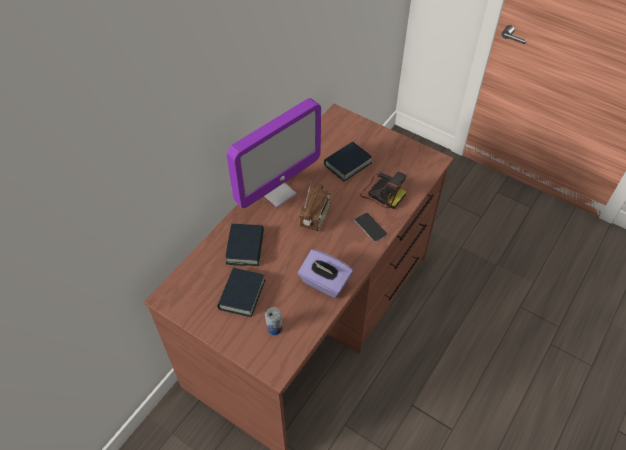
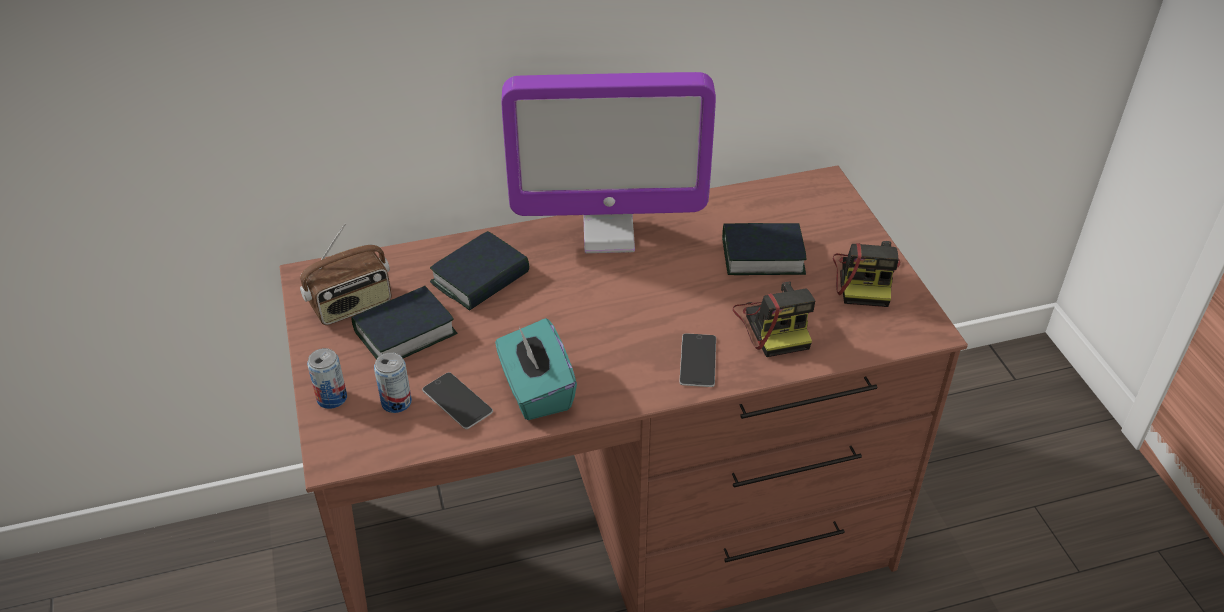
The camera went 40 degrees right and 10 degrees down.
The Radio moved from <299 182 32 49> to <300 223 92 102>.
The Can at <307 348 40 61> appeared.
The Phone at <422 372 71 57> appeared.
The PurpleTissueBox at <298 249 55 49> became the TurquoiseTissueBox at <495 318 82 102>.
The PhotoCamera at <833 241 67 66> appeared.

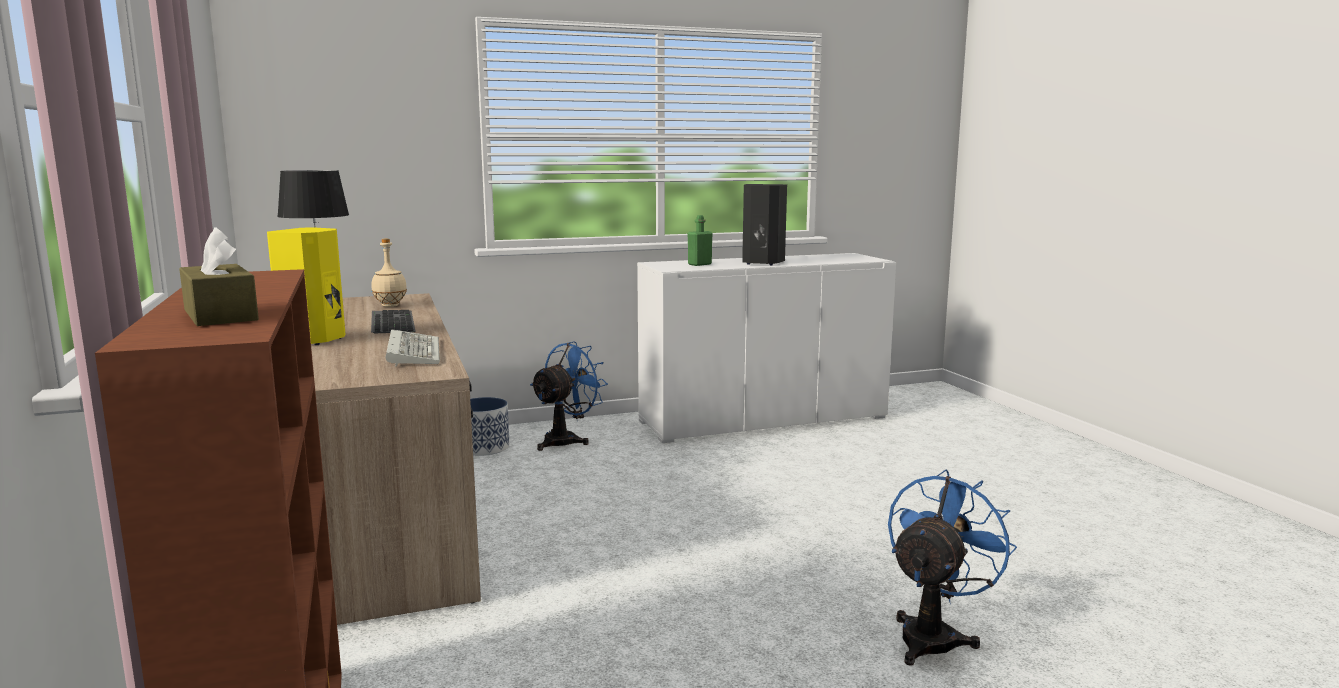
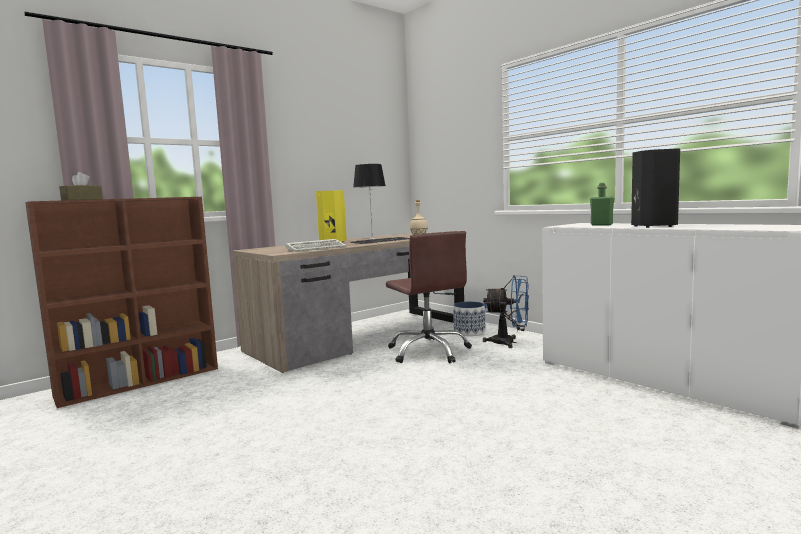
The camera went 70 degrees right and 5 degrees down.
The BrownOfficeChair at <386 231 86 132> appeared.
The BlueFan at <888 470 129 196> disappeared.

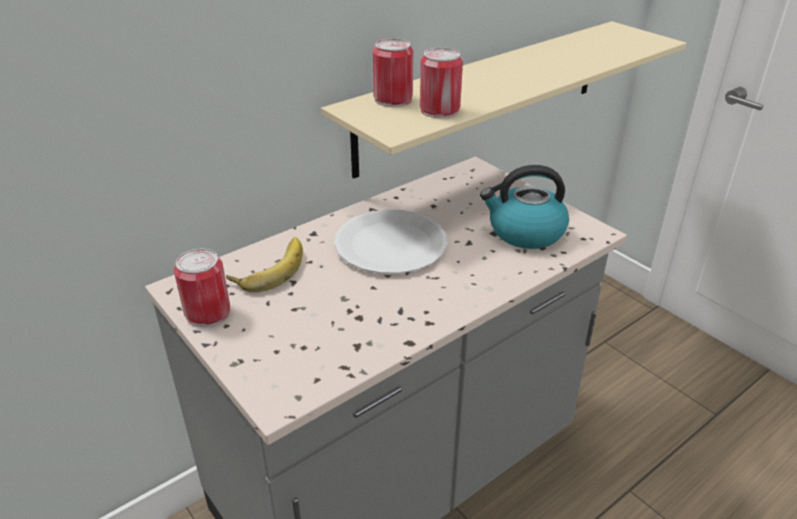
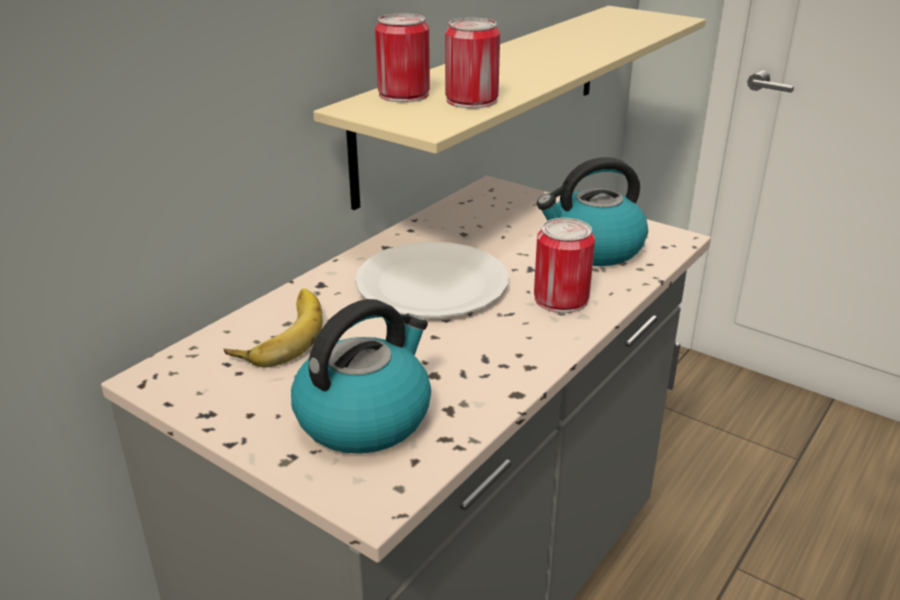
The camera went 15 degrees left and 5 degrees down.
The Kettle at <291 299 140 155> appeared.
The Can moved from <174 249 56 78> to <534 218 61 95>.

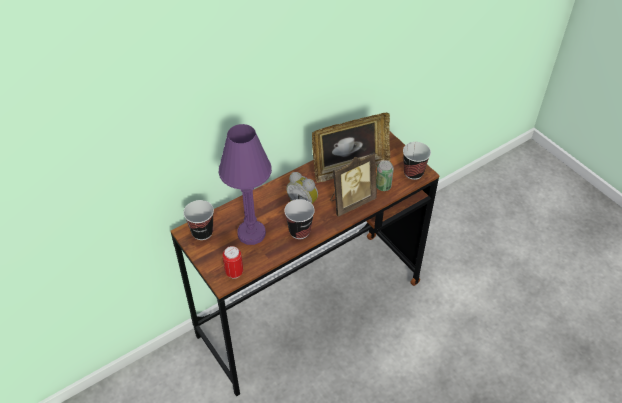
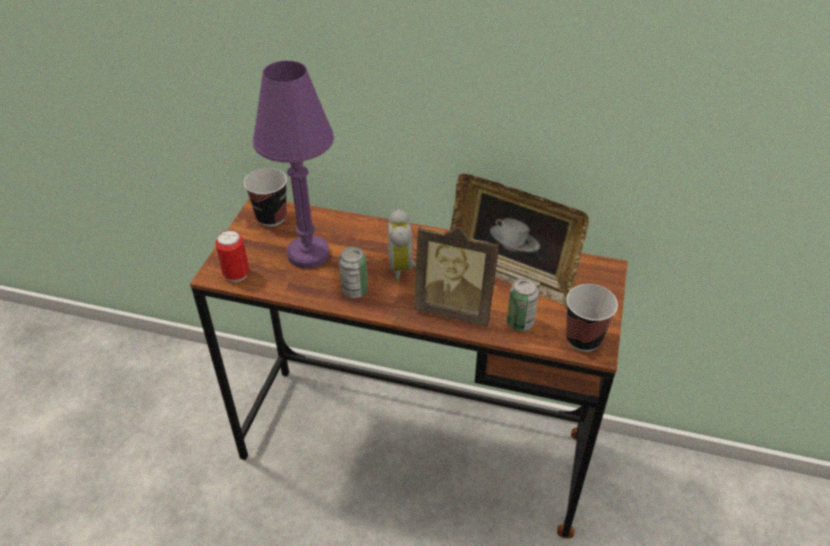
The camera went 50 degrees right and 5 degrees down.
The Cup at <284 199 31 40> was replaced by the Can at <339 246 29 52>.

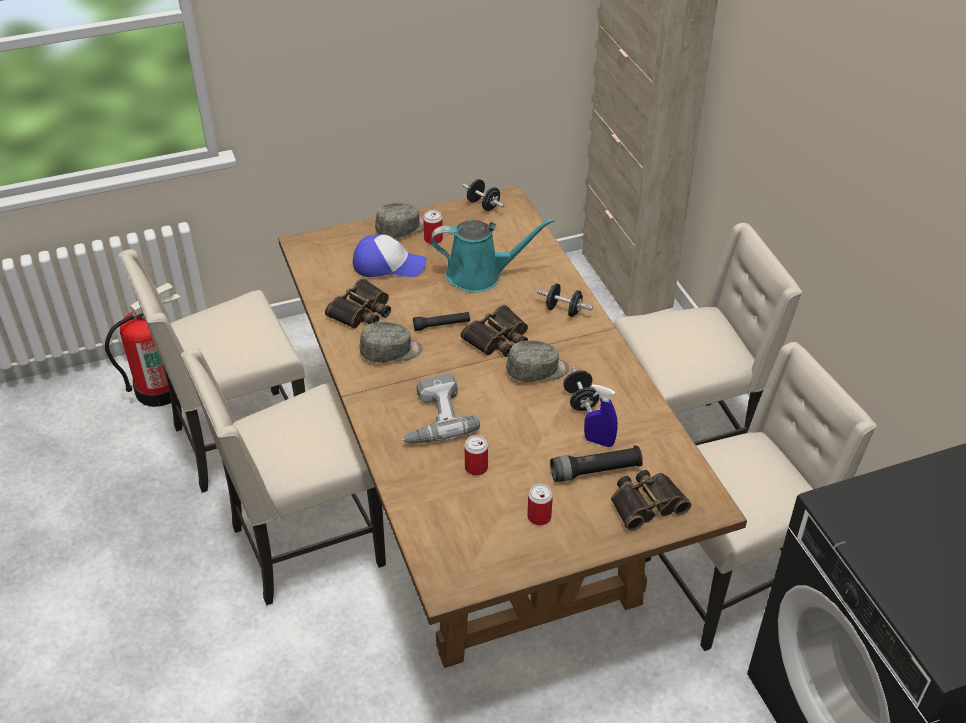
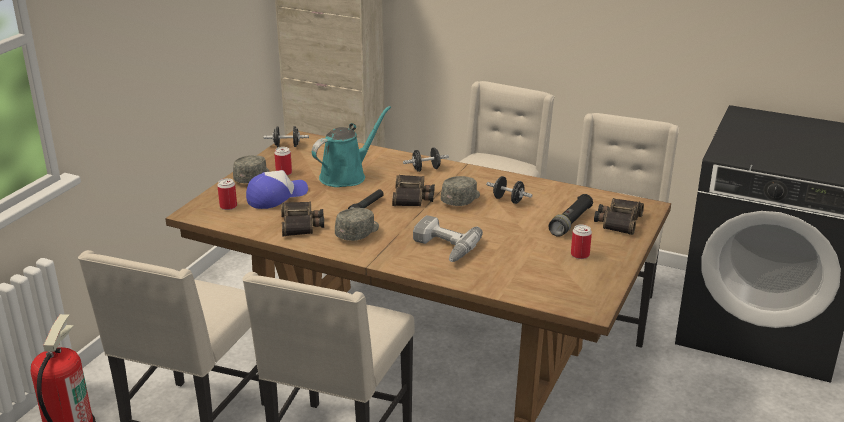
The camera went 45 degrees left and 15 degrees down.
The Can moved from <465 435 23 41> to <217 178 20 32>.
The BlueSprayBottle at <584 384 34 63> disappeared.

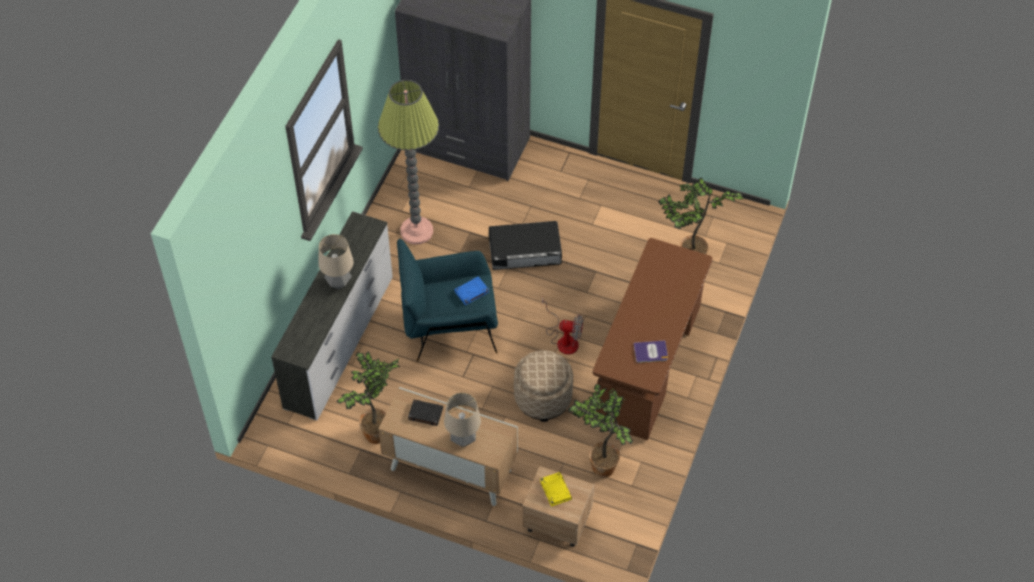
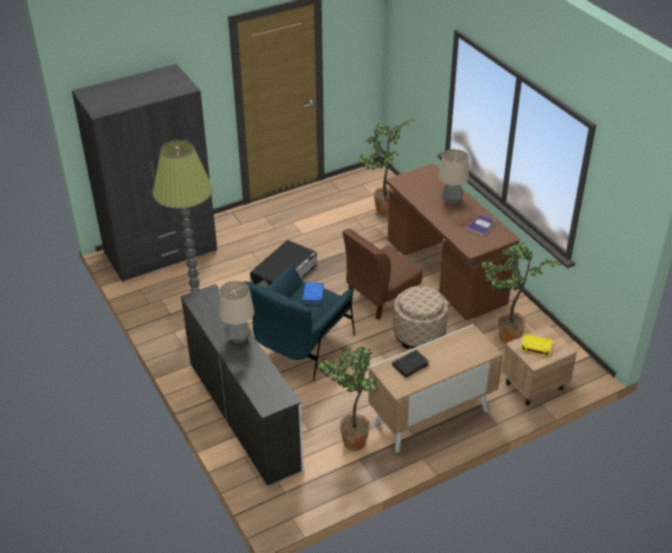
The camera went 50 degrees left and 15 degrees down.
The Fan at <542 298 41 56> was replaced by the BrownChair at <343 229 79 91>.
The TableLamp moved from <444 393 37 54> to <439 149 30 56>.

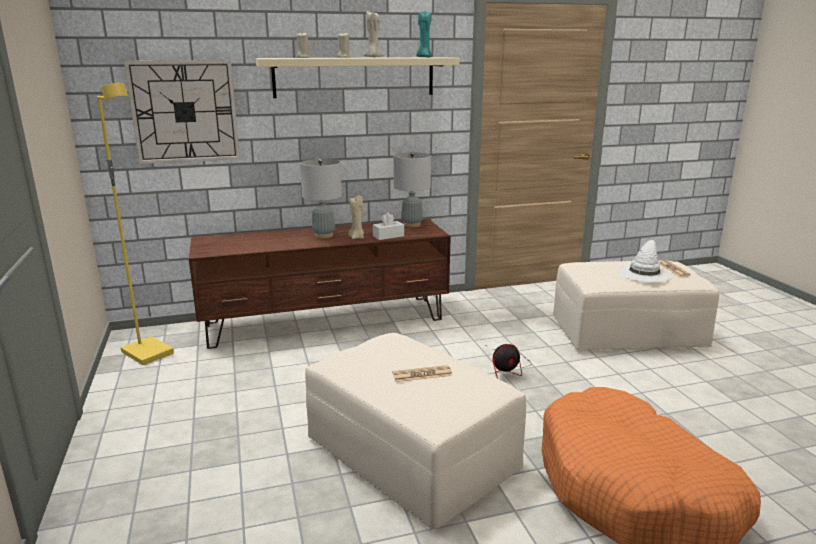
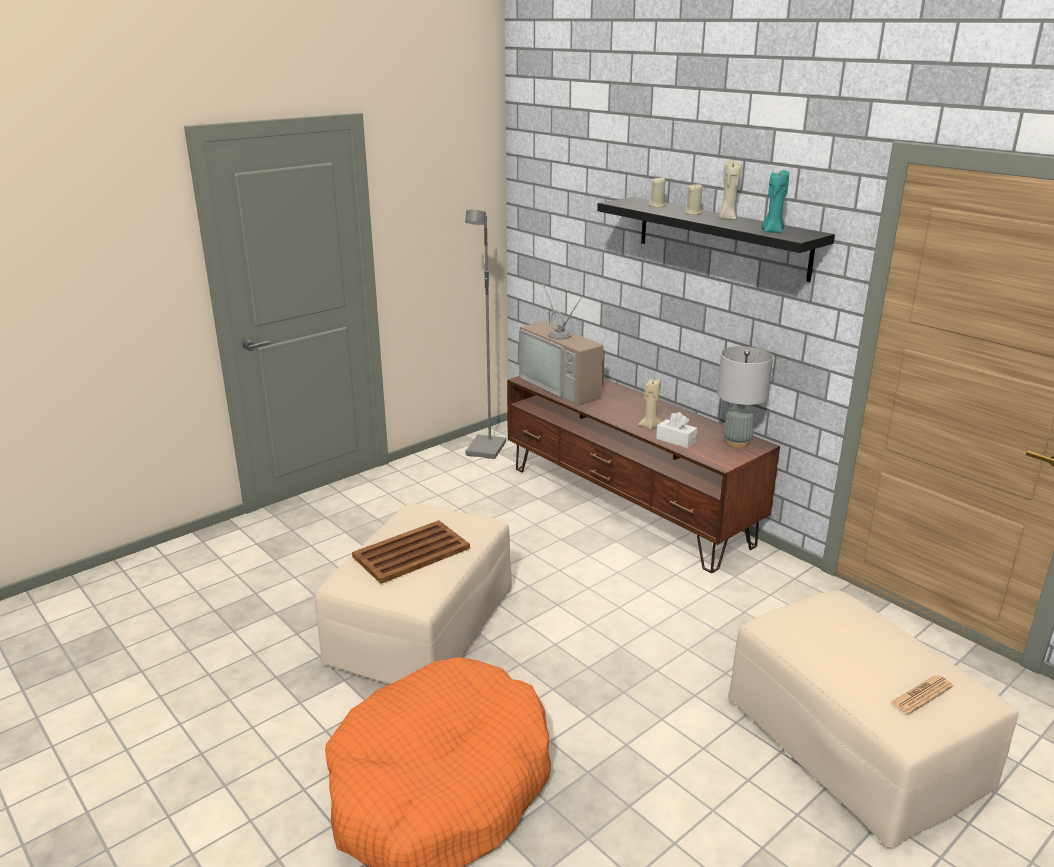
The camera went 65 degrees right and 5 degrees up.
The Newspaper at <392 365 61 17> was replaced by the BrownTray at <352 520 118 64>.
The YellowFloorLamp at <97 83 77 282> became the GreyFloorLamp at <465 210 41 249>.
The Television at <519 284 86 122> appeared.
The BeigeShelf at <256 57 204 41> became the BlackShelf at <597 197 238 85>.
The WallClock at <124 60 116 104> disappeared.
The GreyTableLamp at <300 159 42 79> disappeared.
The Fan at <487 344 44 35> disappeared.
The WhiteHat at <618 240 53 43> disappeared.

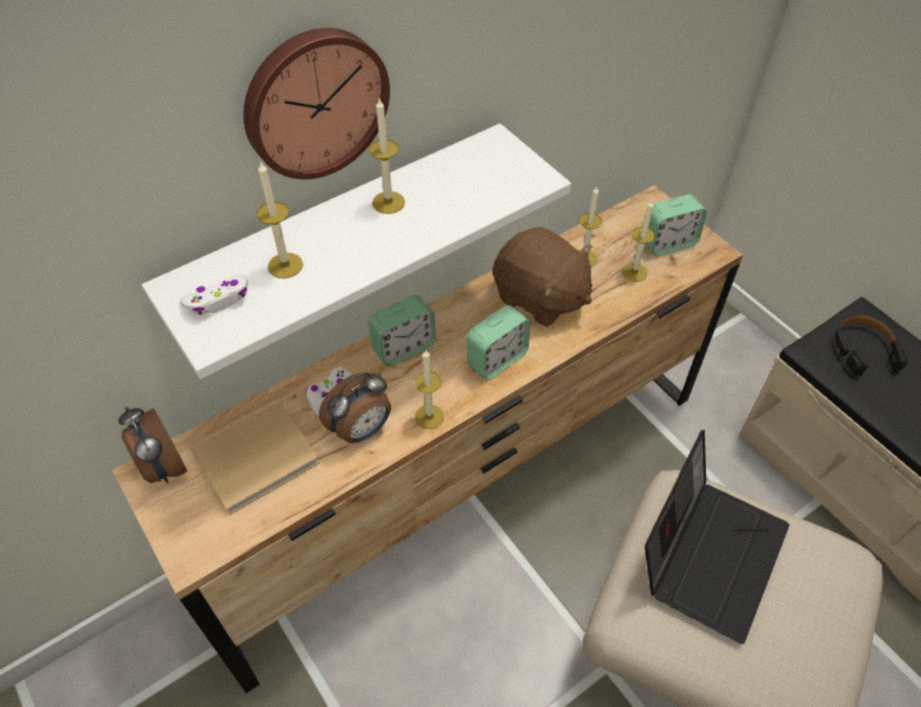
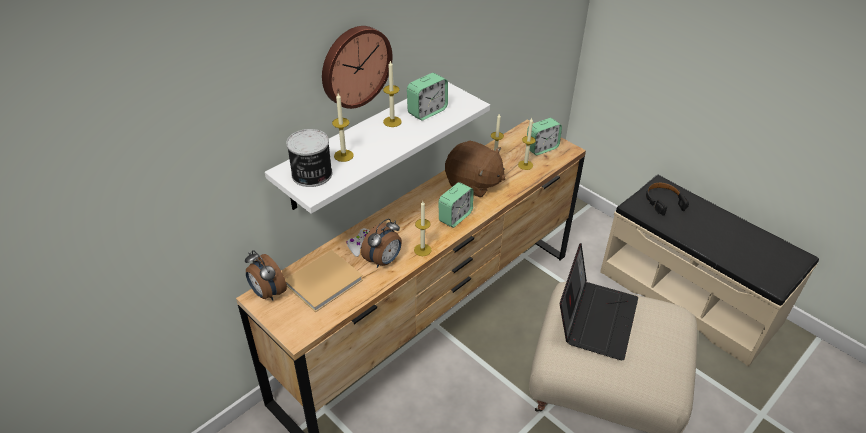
The camera went 10 degrees left and 10 degrees down.
The WhiteGameController at <180 274 68 41> was replaced by the Can at <286 129 46 58>.
The AlarmClock moved from <368 295 68 71> to <407 73 41 48>.

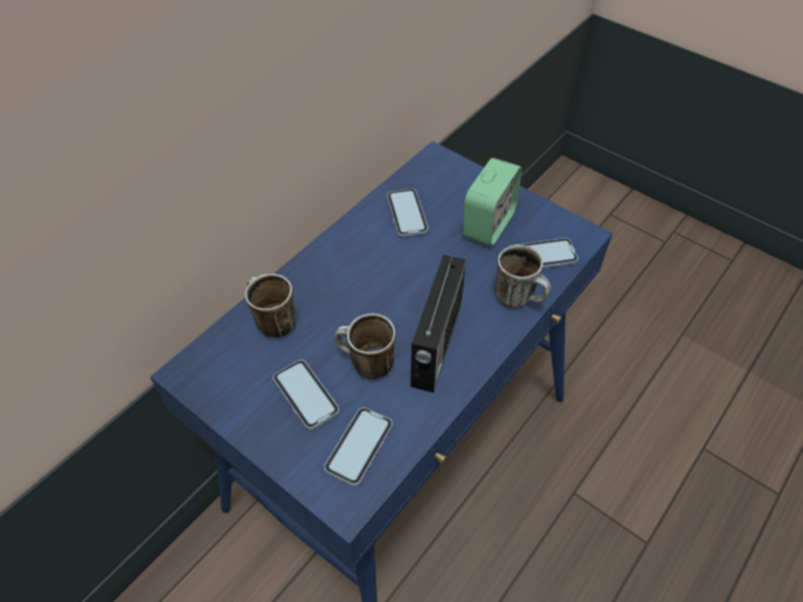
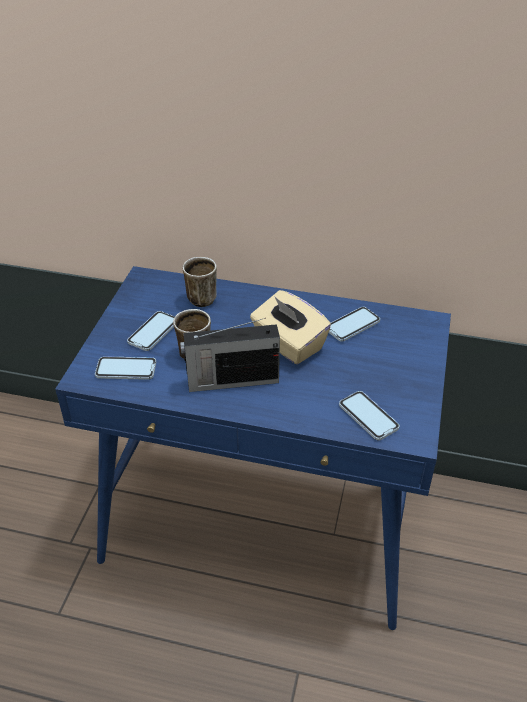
The camera went 65 degrees right and 10 degrees down.
The BeigeTissueBox at <250 290 81 74> appeared.
The AlarmClock at <463 158 59 88> disappeared.
The Mug at <495 245 56 63> disappeared.

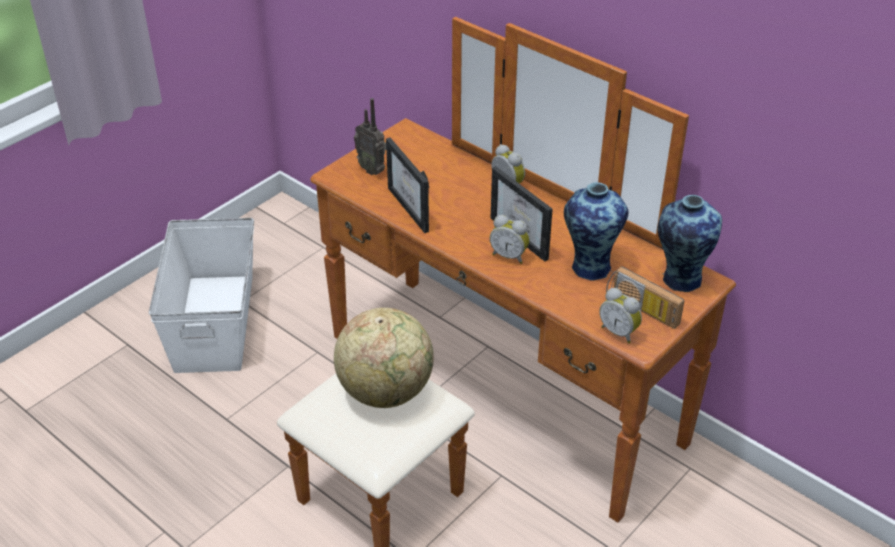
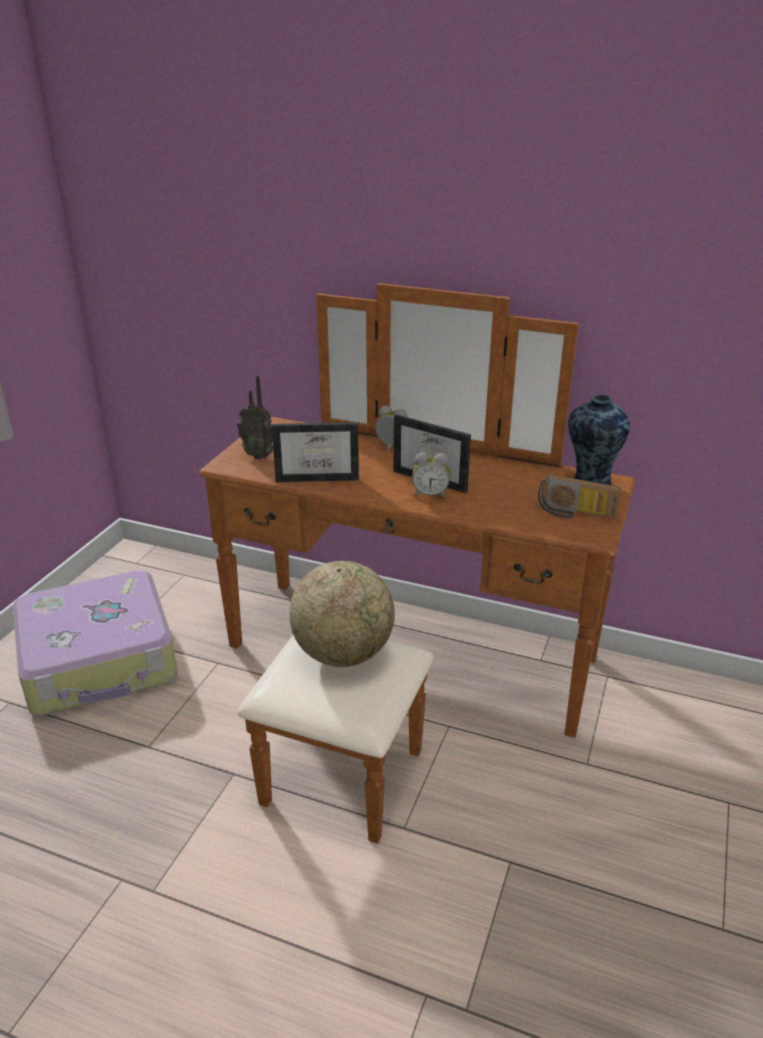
The camera went 20 degrees left and 10 degrees down.
The WhiteStorageBox at <149 218 105 155> was replaced by the Suitcase at <13 571 164 145>.
The PictureFrame at <386 138 43 95> turned 45 degrees counterclockwise.
The Vase at <564 182 64 99> disappeared.
The AlarmClock at <599 288 43 55> disappeared.

